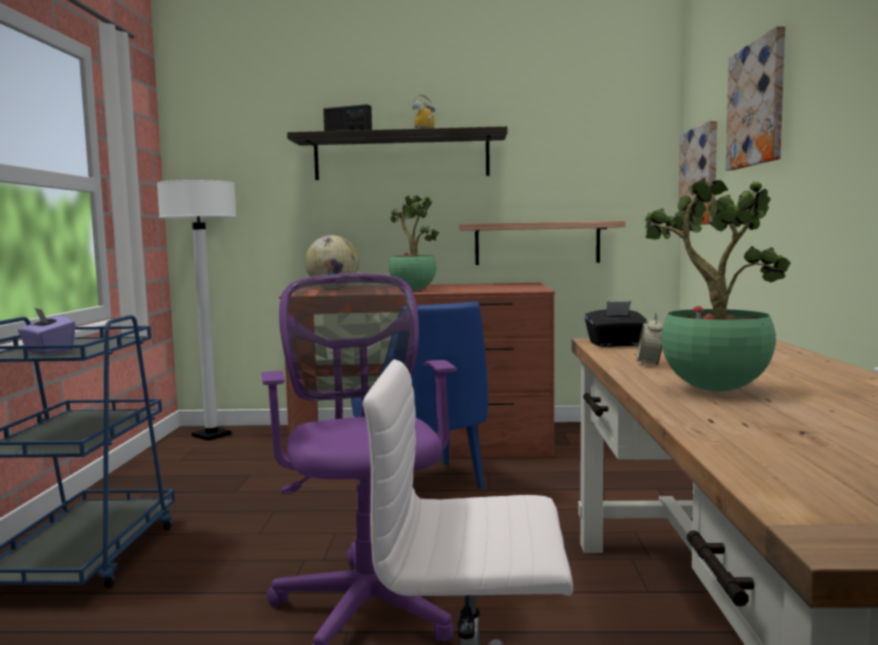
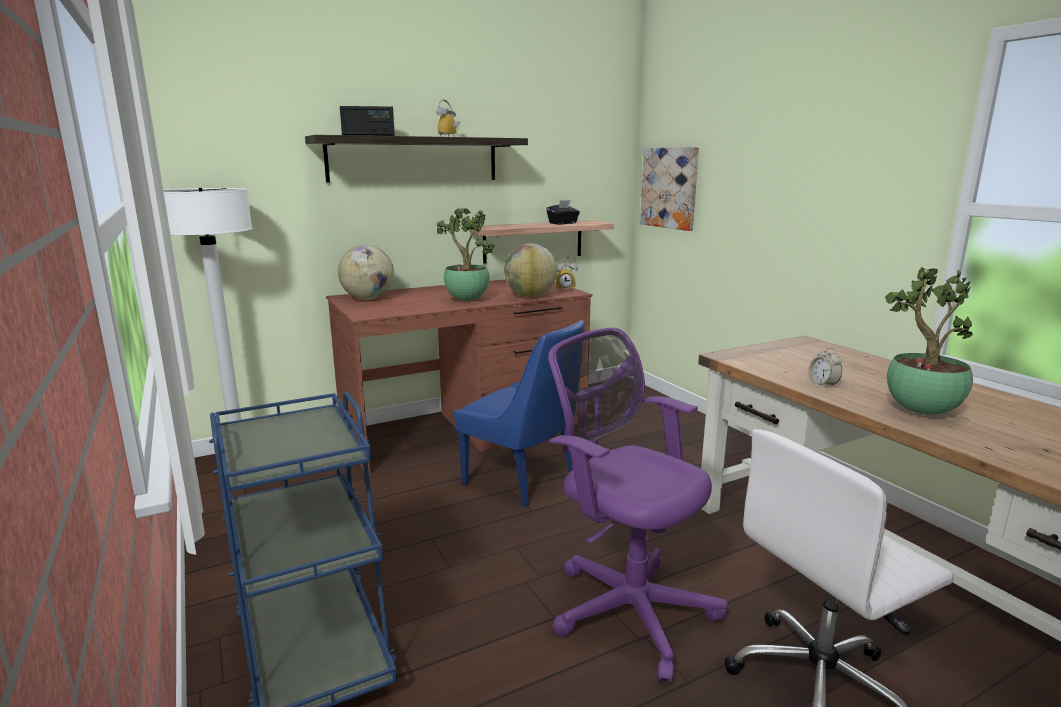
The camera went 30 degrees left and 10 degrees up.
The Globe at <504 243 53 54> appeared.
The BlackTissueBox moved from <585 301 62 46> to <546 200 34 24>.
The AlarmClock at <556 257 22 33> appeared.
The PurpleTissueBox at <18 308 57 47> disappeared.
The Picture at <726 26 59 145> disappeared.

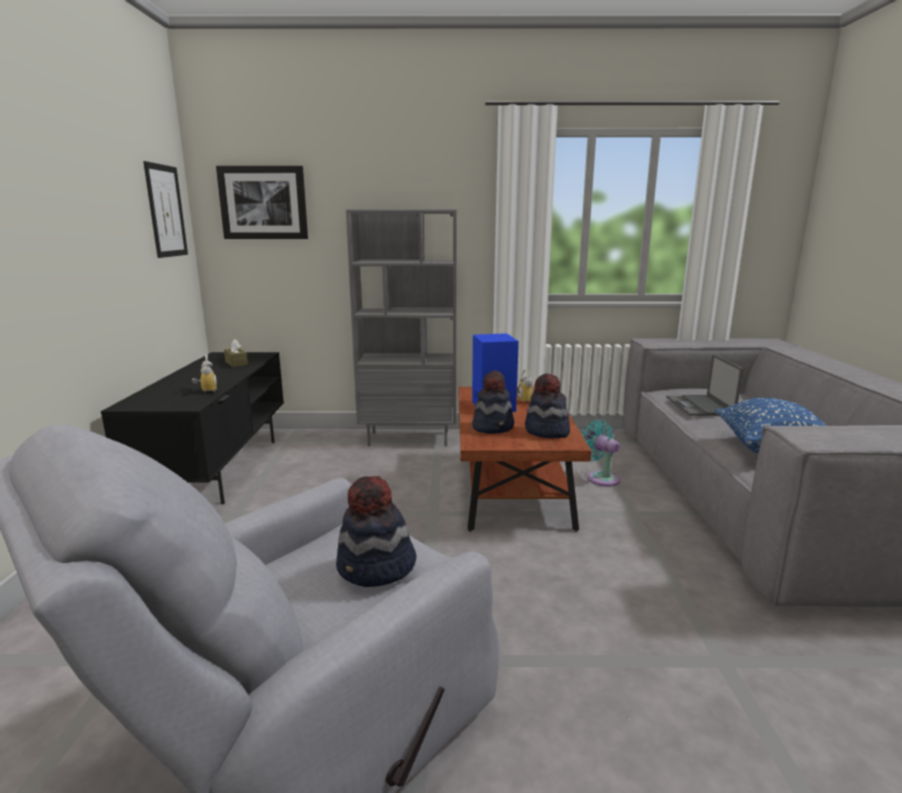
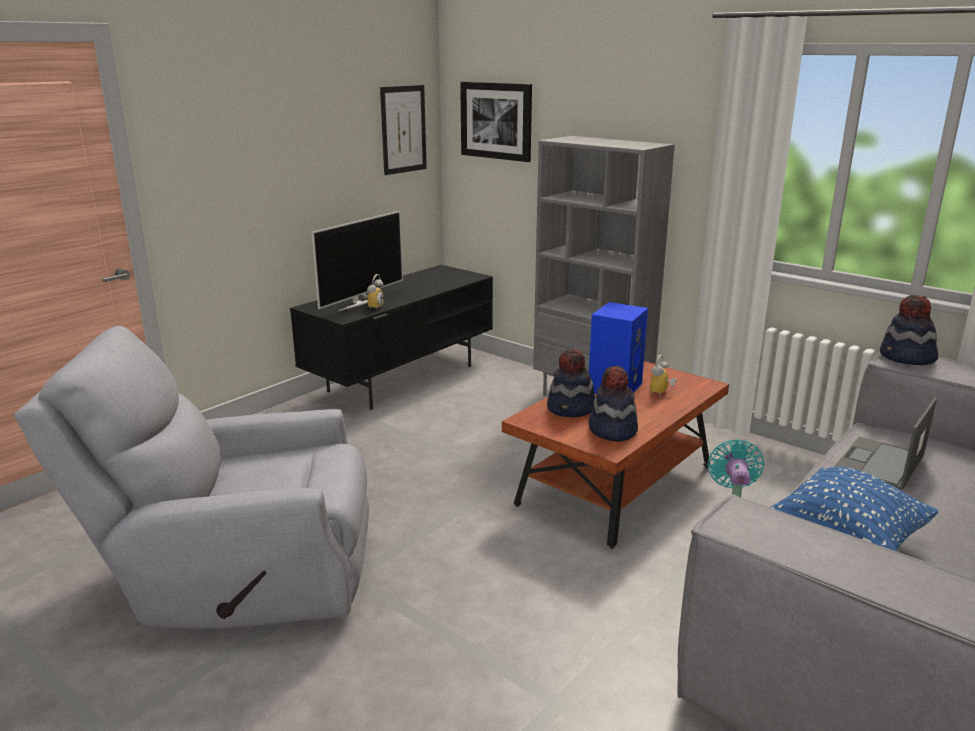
The camera went 40 degrees right and 5 degrees up.
The Television at <312 211 91 100> appeared.
The Hat moved from <336 476 81 111> to <880 295 58 70>.
The BrownTissueBox at <224 339 24 28> disappeared.

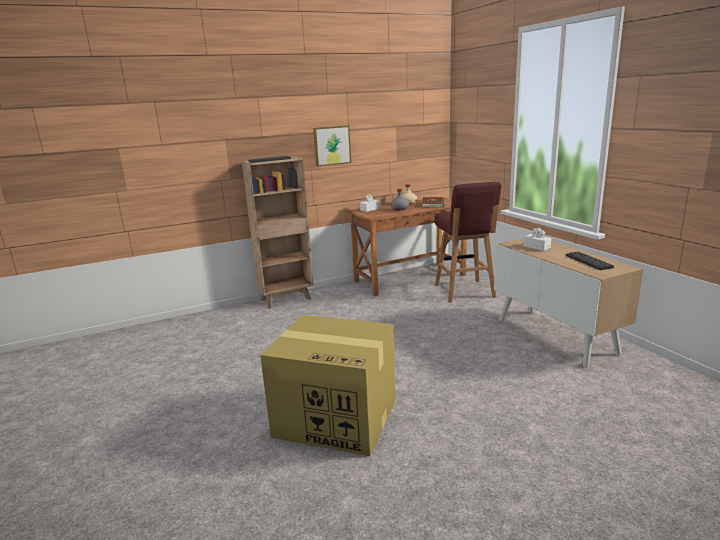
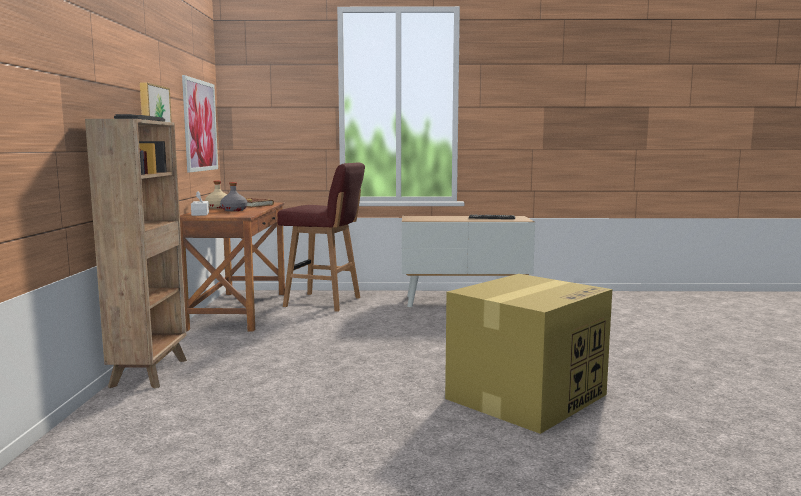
The camera went 65 degrees left and 10 degrees down.
The Picture at <182 75 36 97> appeared.
The WhiteTissueBox at <523 227 28 24> disappeared.

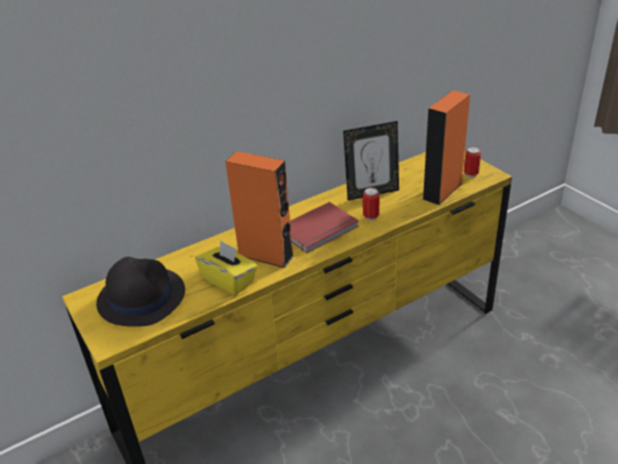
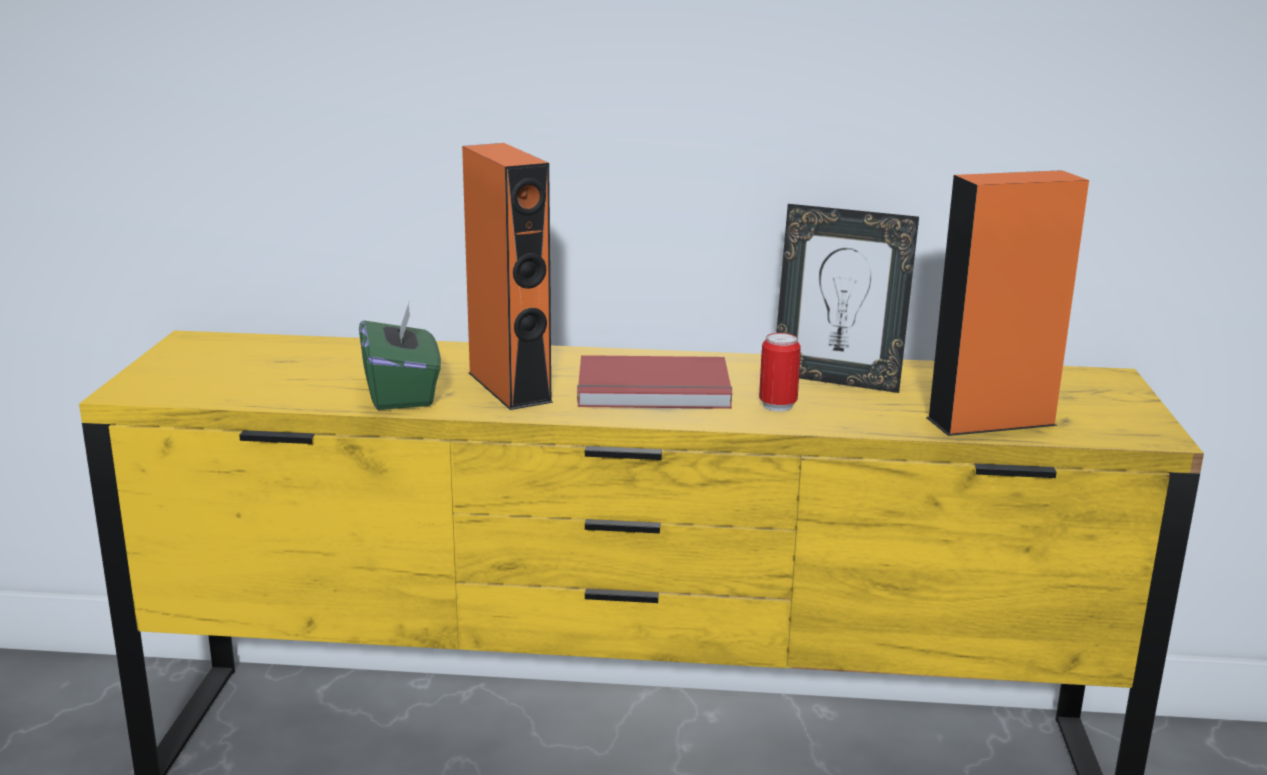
The camera went 35 degrees right and 15 degrees down.
The YellowTissueBox at <195 240 63 55> became the GreenTissueBox at <359 303 82 107>.
The BlackHat at <96 257 89 70> disappeared.
The Can at <464 147 17 30> disappeared.

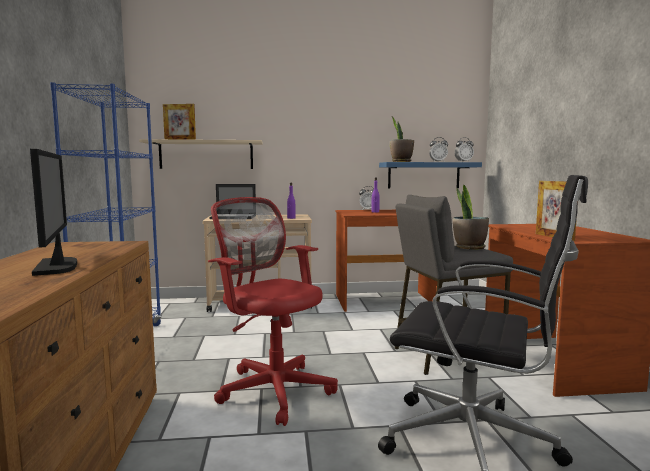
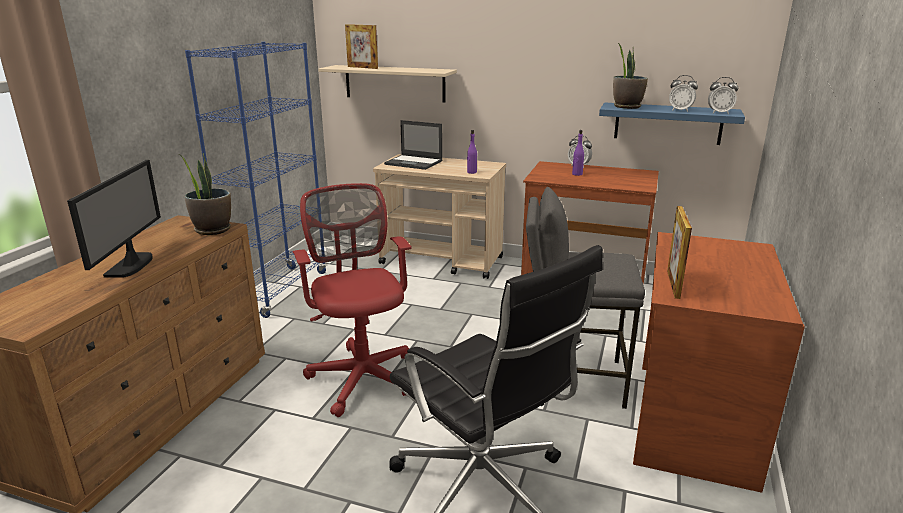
The camera went 25 degrees right and 15 degrees up.
The PottedPlant moved from <453 184 36 66> to <179 153 52 82>.

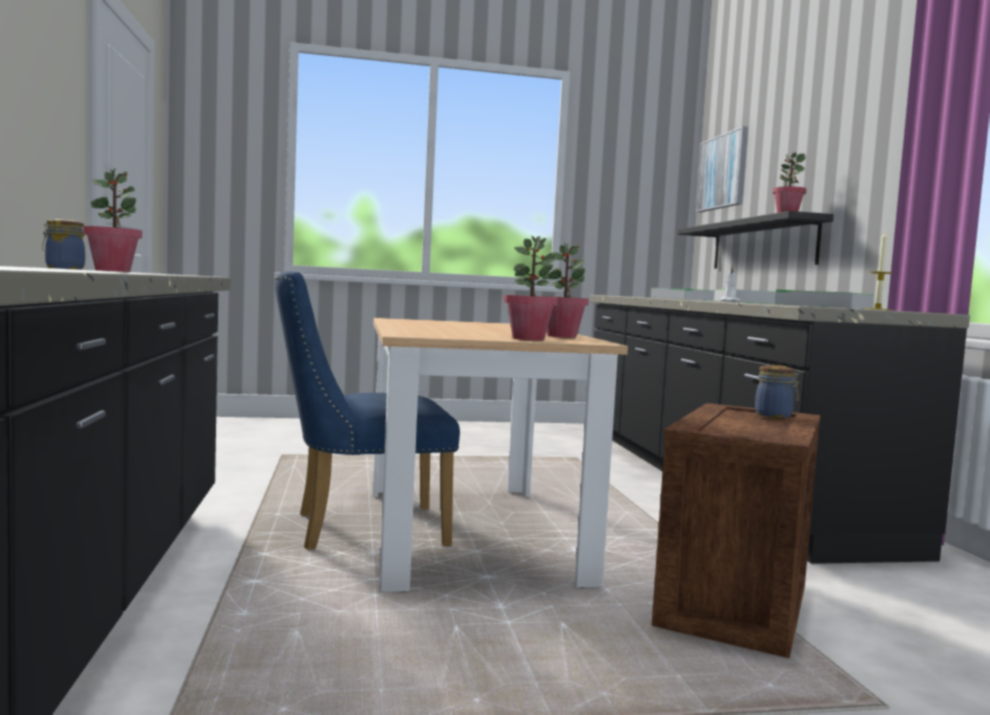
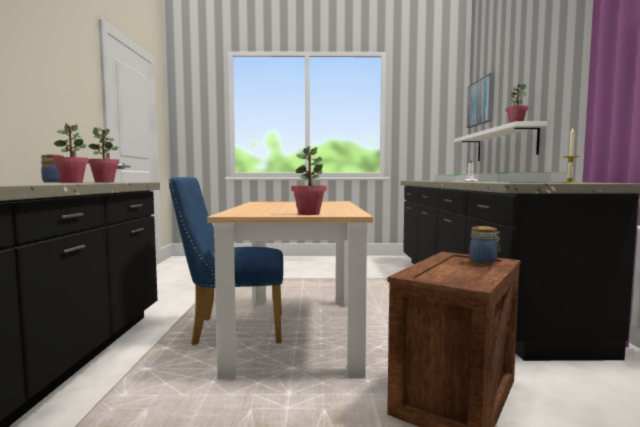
The camera went 10 degrees right and 0 degrees up.
The PottedPlant moved from <542 242 47 96> to <88 127 31 55>.
The BlackShelf at <678 211 156 57> became the WhiteShelf at <454 121 93 40>.

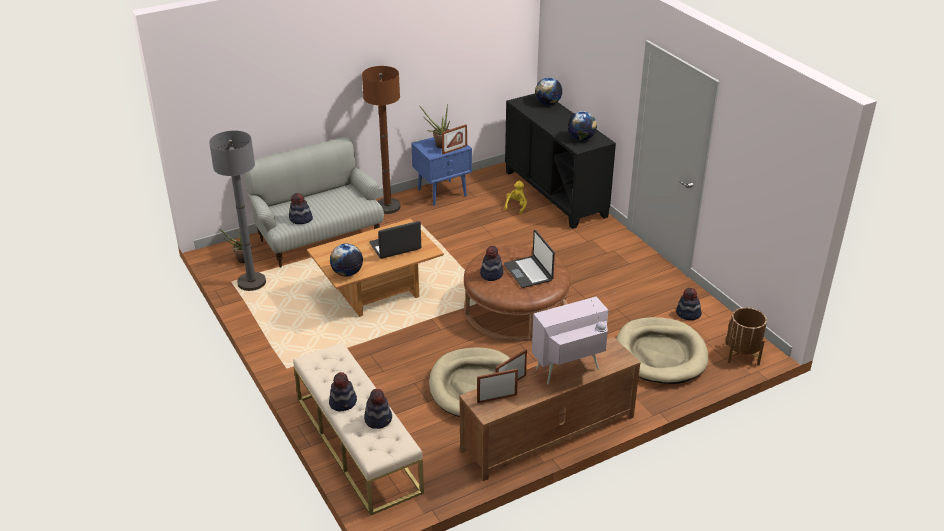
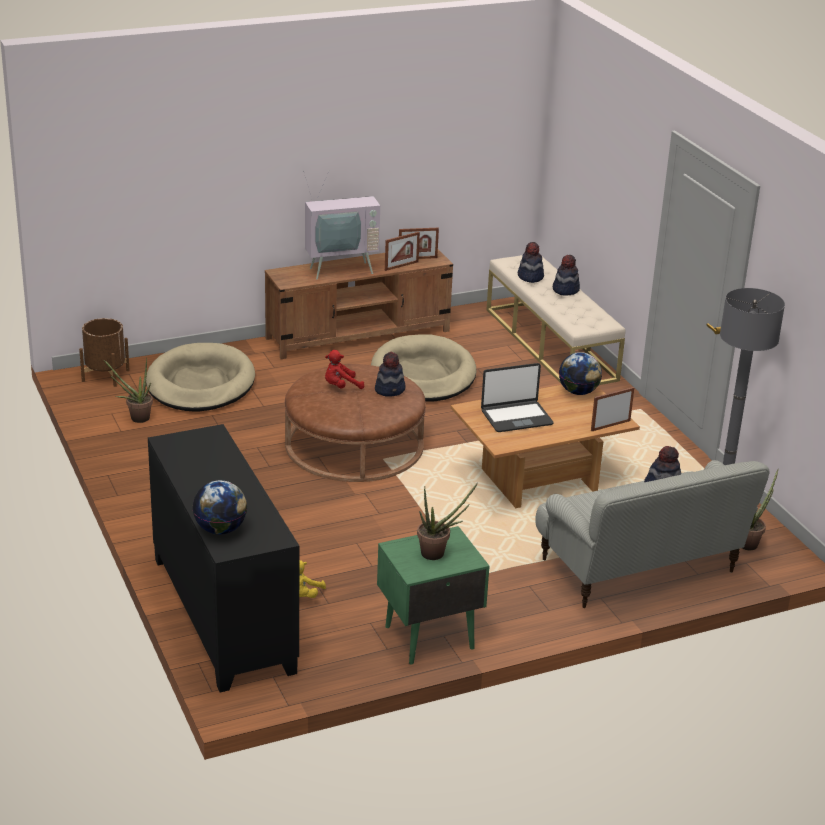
The camera went 175 degrees left and 5 degrees down.
The Hat at <676 288 26 32> was replaced by the PottedPlant at <104 358 49 65>.
The Laptop at <504 230 51 58> was replaced by the RedPlushToy at <325 350 39 39>.
The BlueNightstand at <411 137 61 69> became the GreenNightstand at <377 526 113 139>.
The PictureFrame moved from <442 124 25 30> to <591 387 43 44>.
The BrownFloorLamp at <362 66 39 148> disappeared.
The Globe at <568 111 29 29> disappeared.

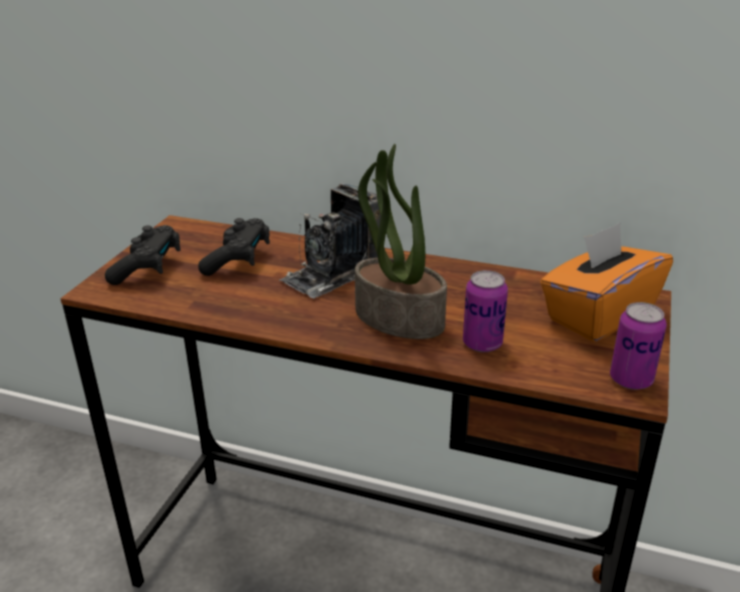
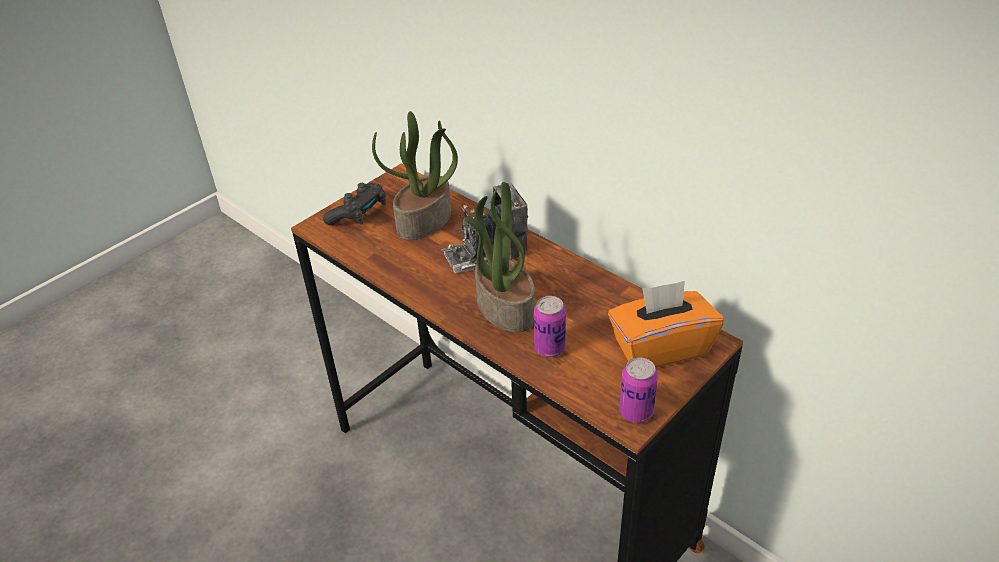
The camera went 25 degrees right and 10 degrees up.
The BlackGameController at <198 218 72 58> was replaced by the PottedPlant at <372 111 86 129>.

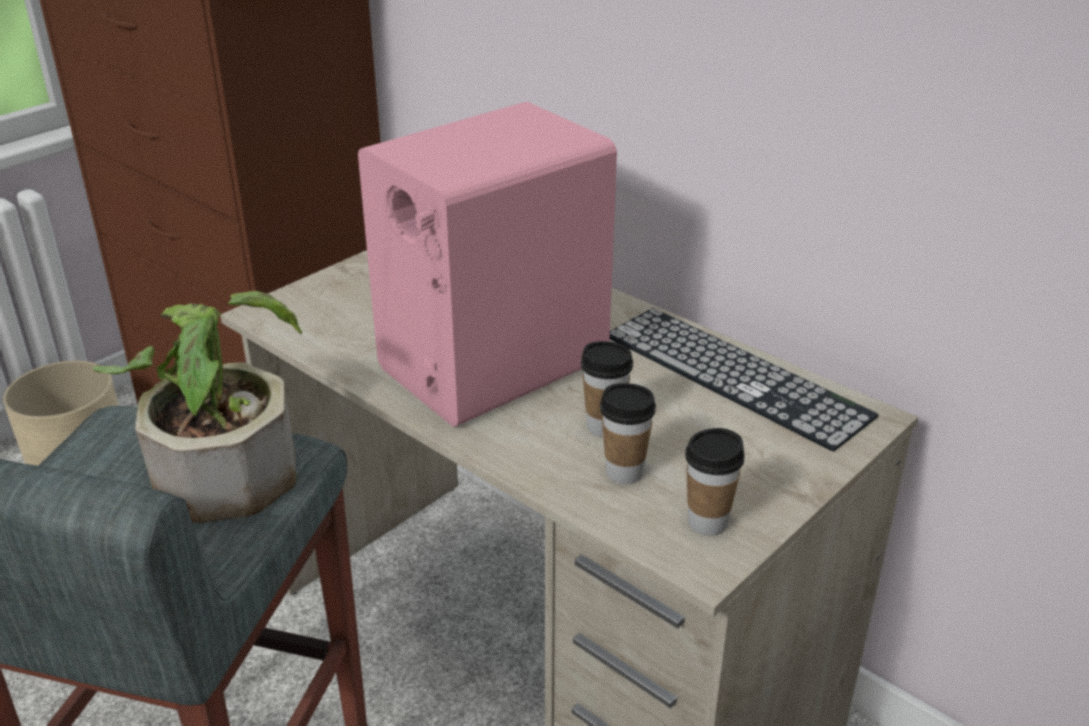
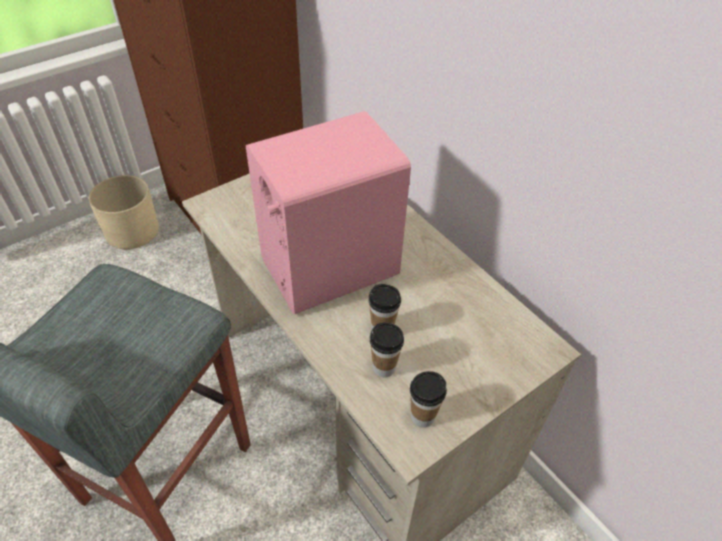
The camera went 10 degrees right and 15 degrees up.
The PottedPlant at <92 291 210 232> disappeared.
The Keyboard at <610 308 268 143> disappeared.

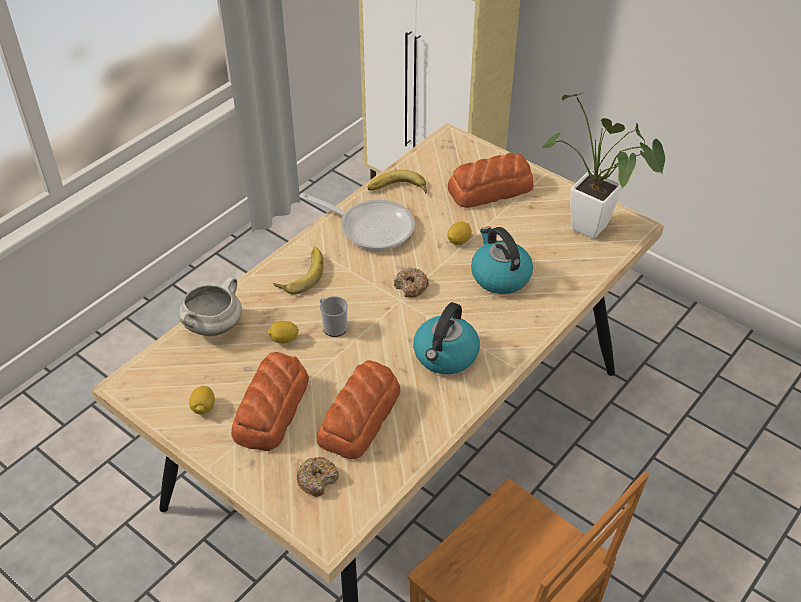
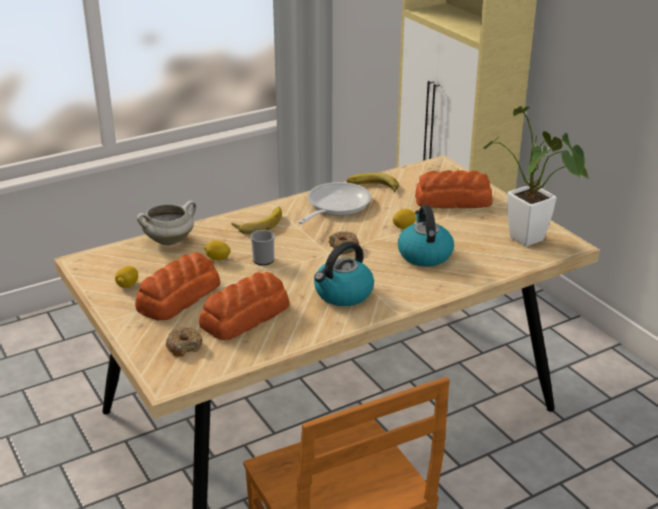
The camera went 20 degrees right and 15 degrees down.
The FryingPan at <300 193 115 58> turned 105 degrees counterclockwise.

